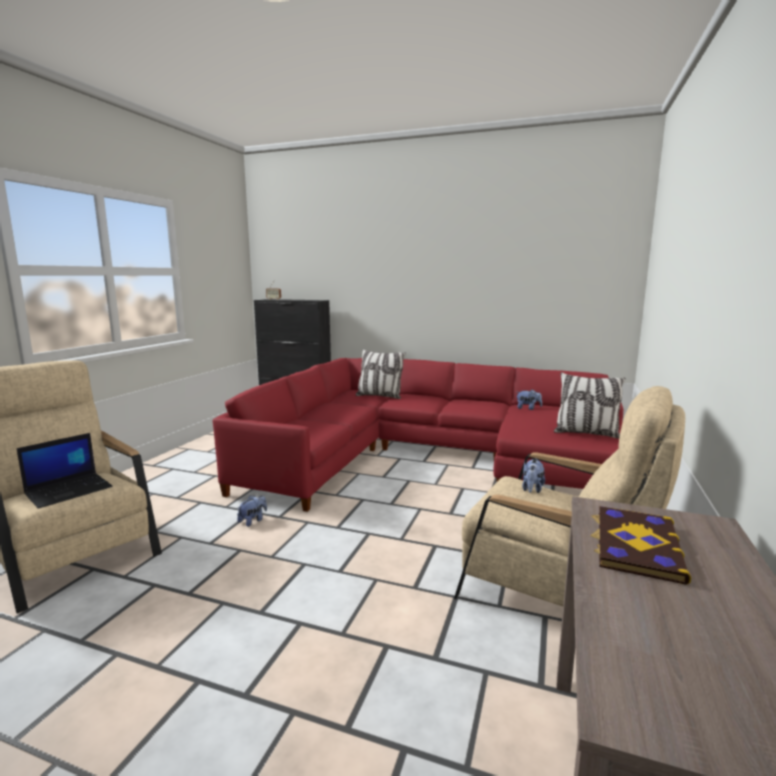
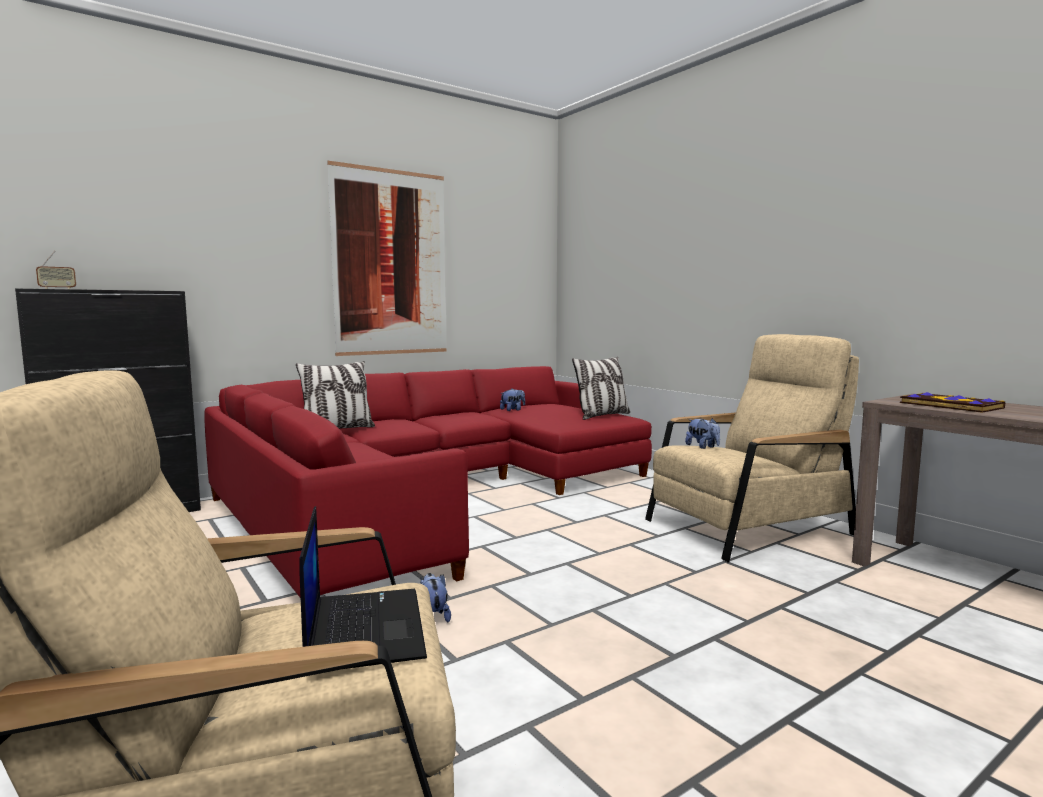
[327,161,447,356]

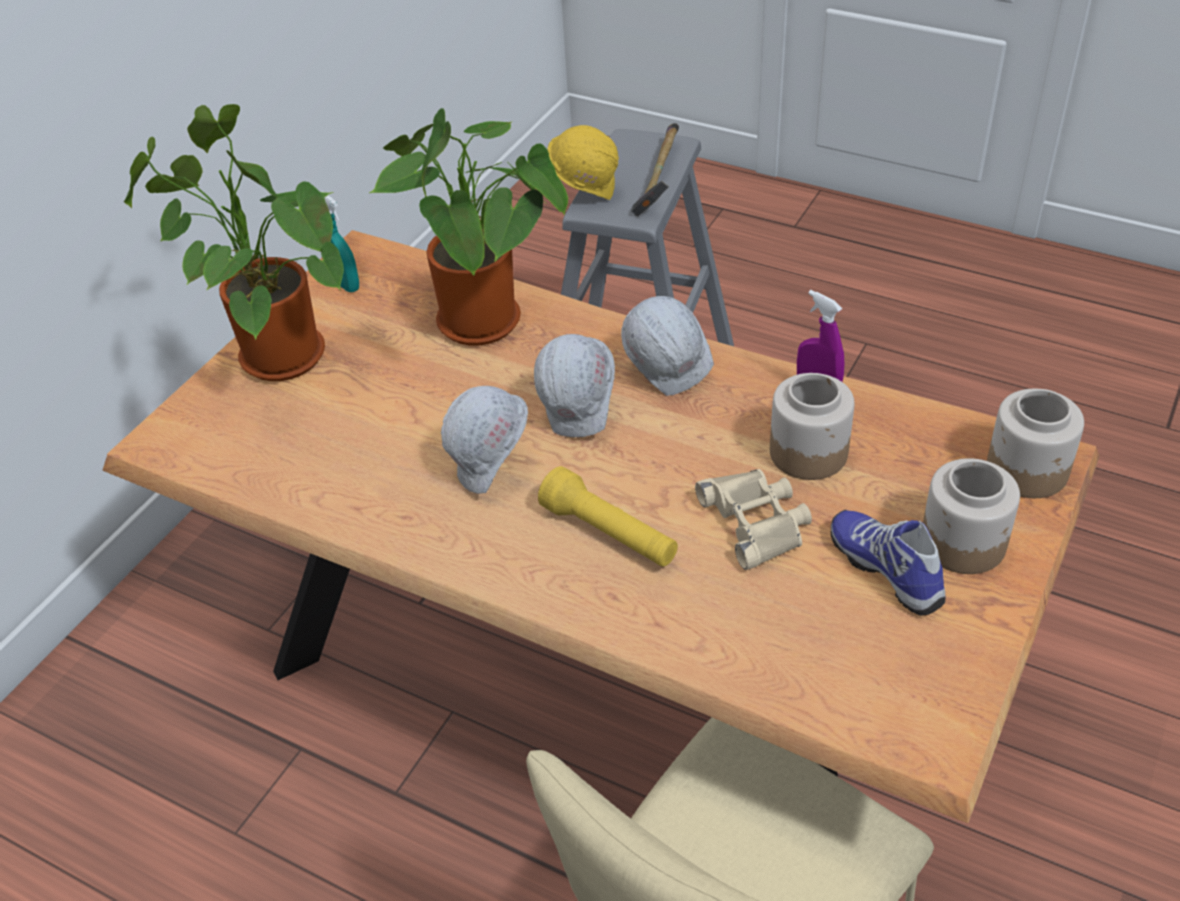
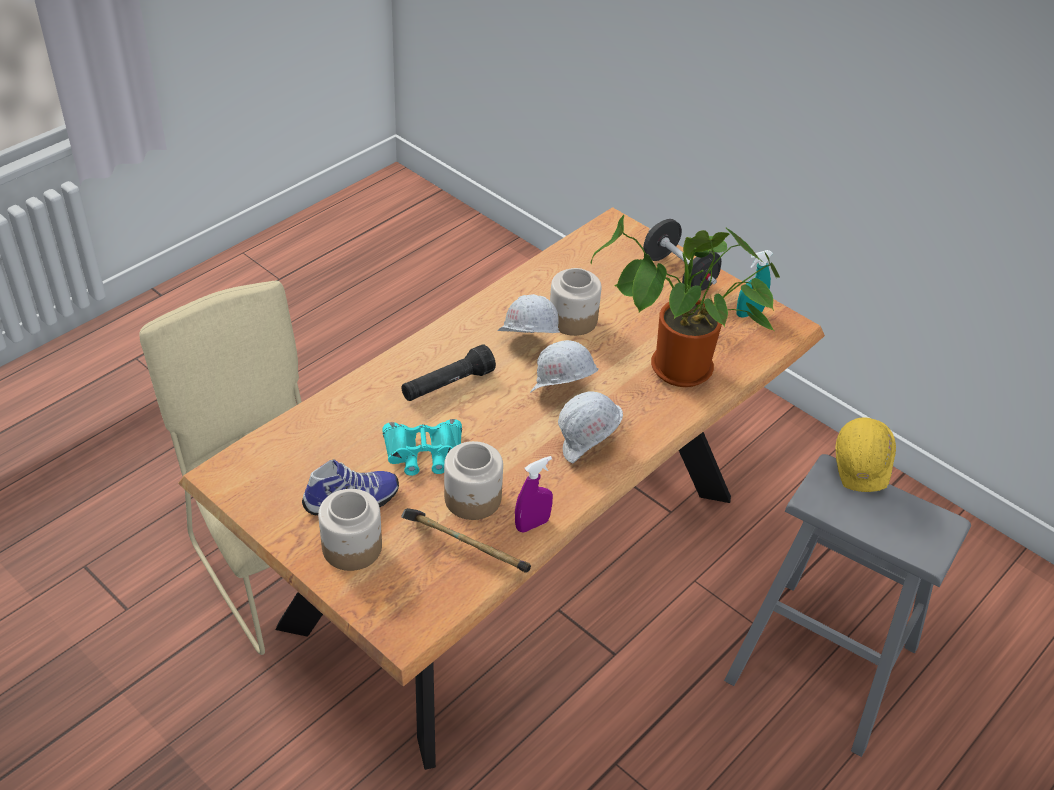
[643,219,722,291]
[401,508,531,573]
[550,268,601,336]
[402,344,496,401]
[382,419,462,476]

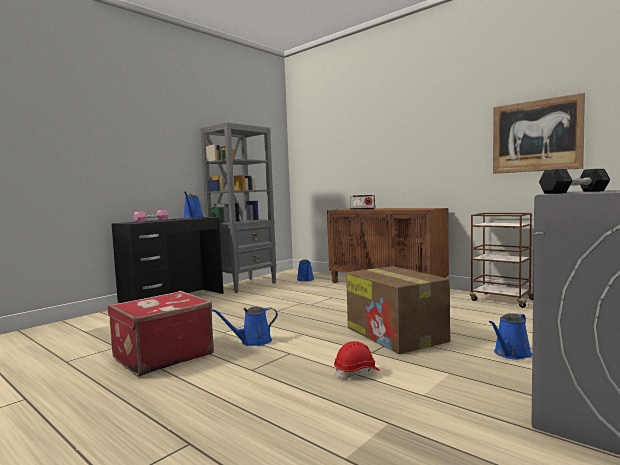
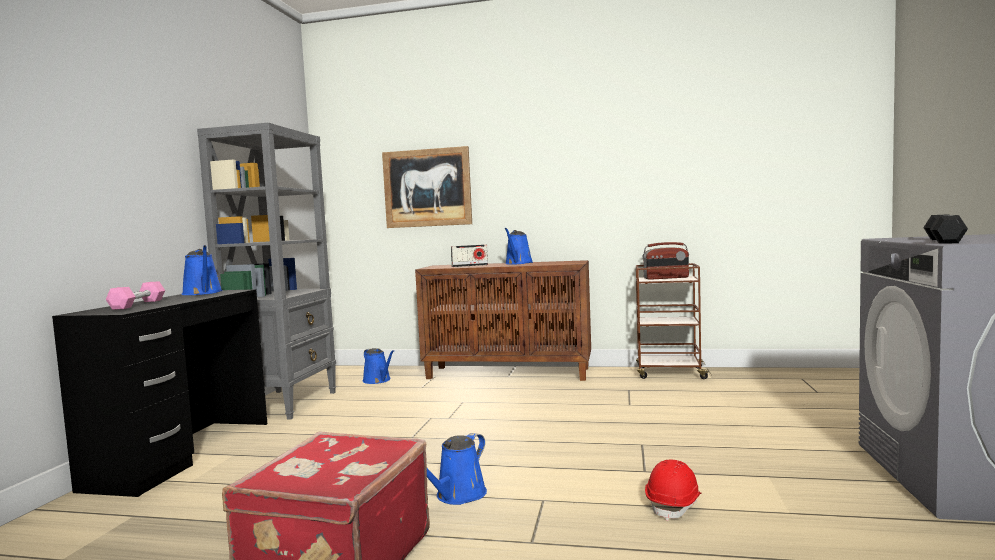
[382,146,472,228]
[346,266,450,354] (first image)
[505,228,533,264]
[642,242,689,280]

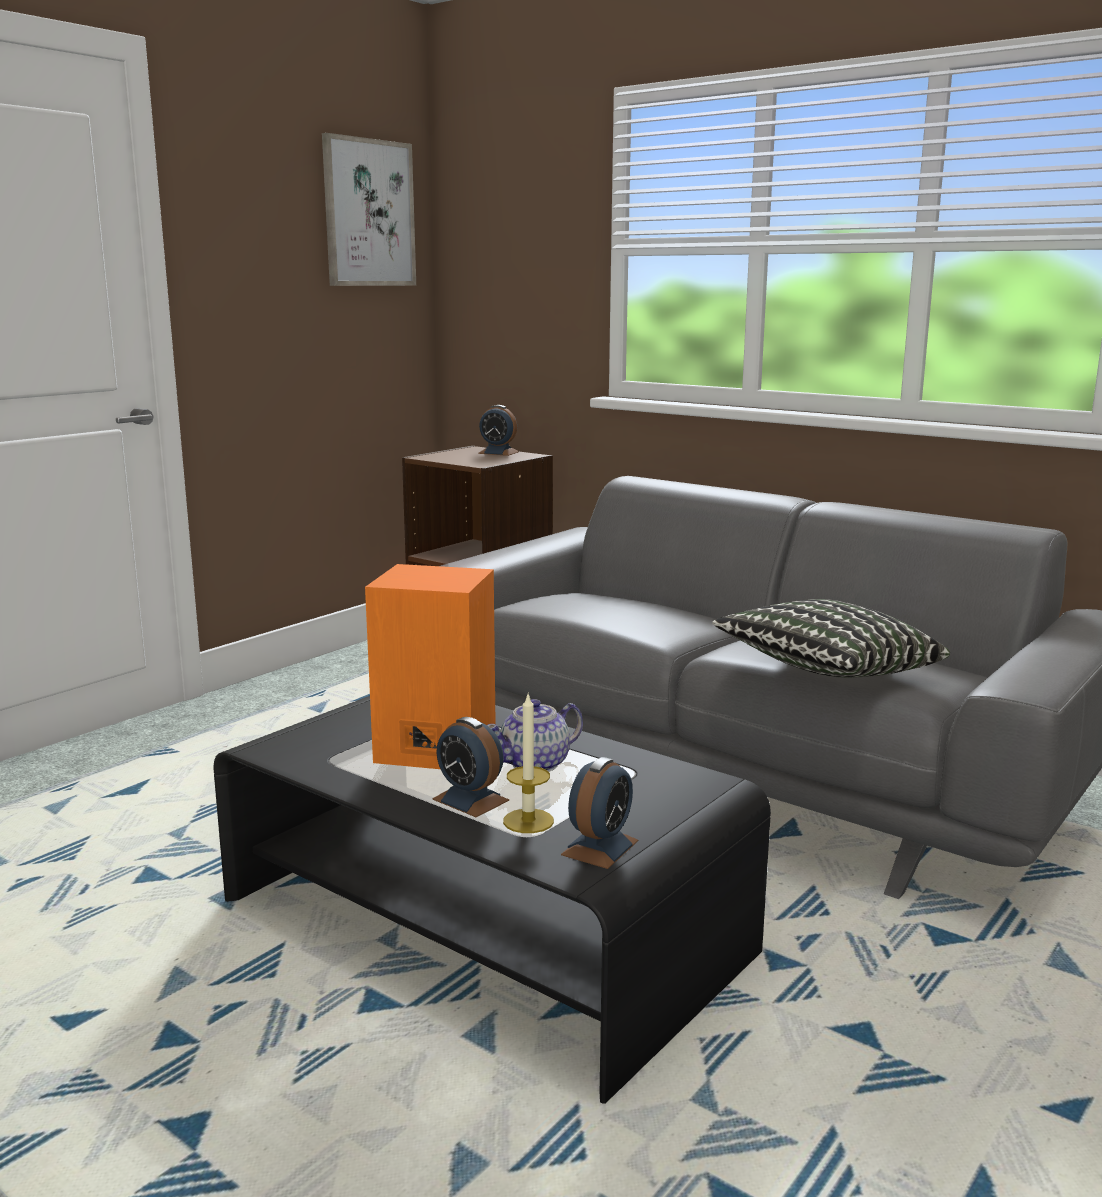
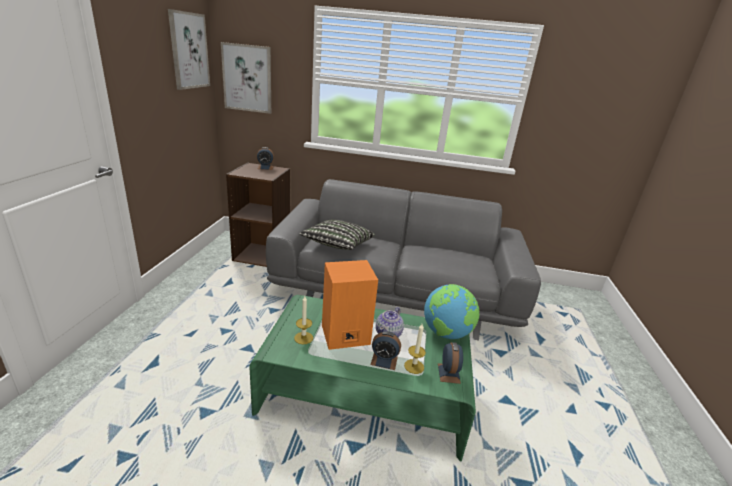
[299,219,375,250]
[250,295,476,461]
[221,42,271,114]
[424,284,479,339]
[294,296,313,344]

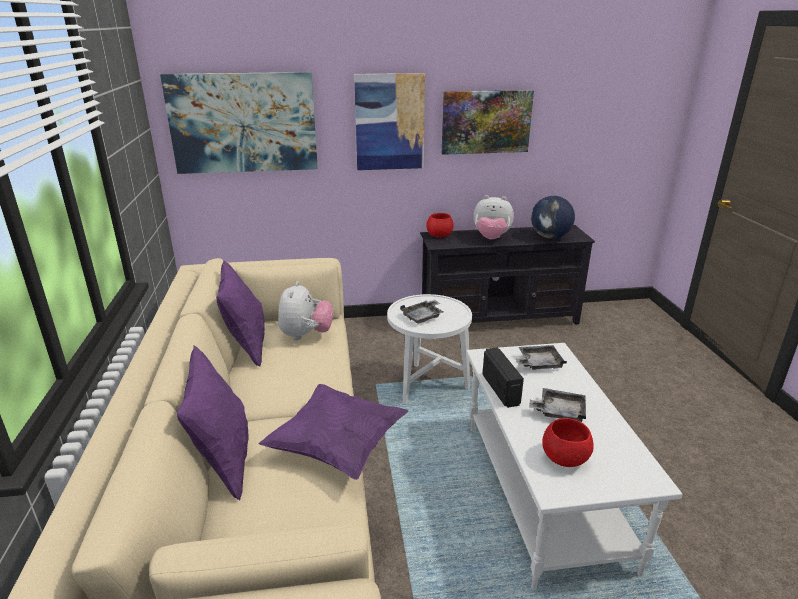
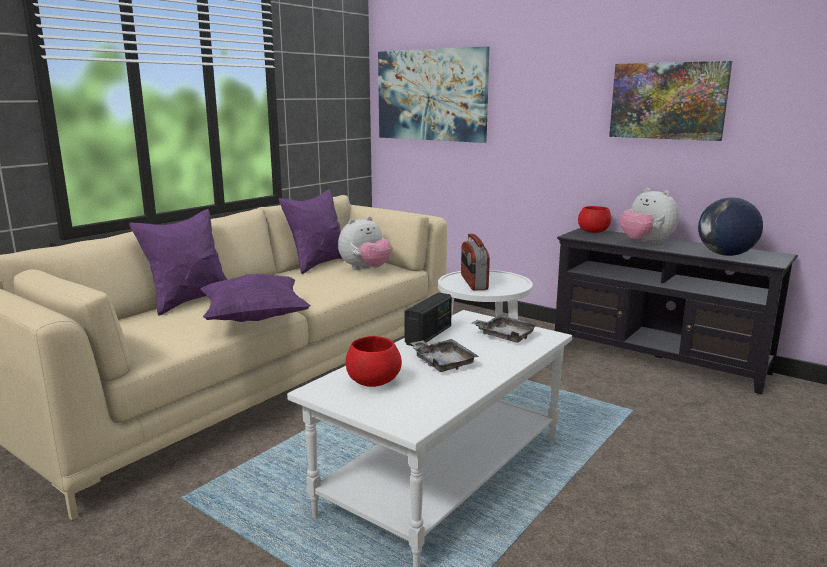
[354,73,425,170] (first image)
[461,234,490,290]

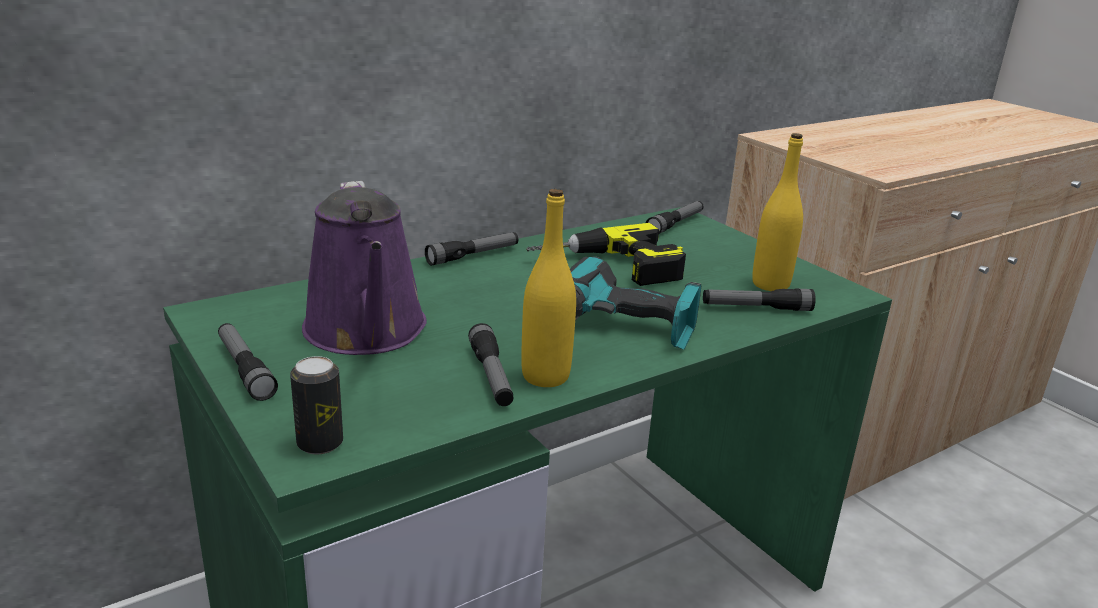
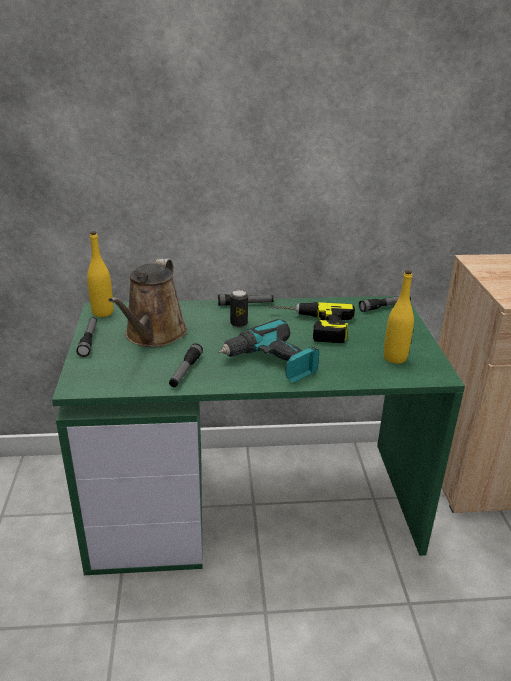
[109,258,187,347]
[87,231,113,317]
[703,288,816,311] (first image)
[230,290,248,328]

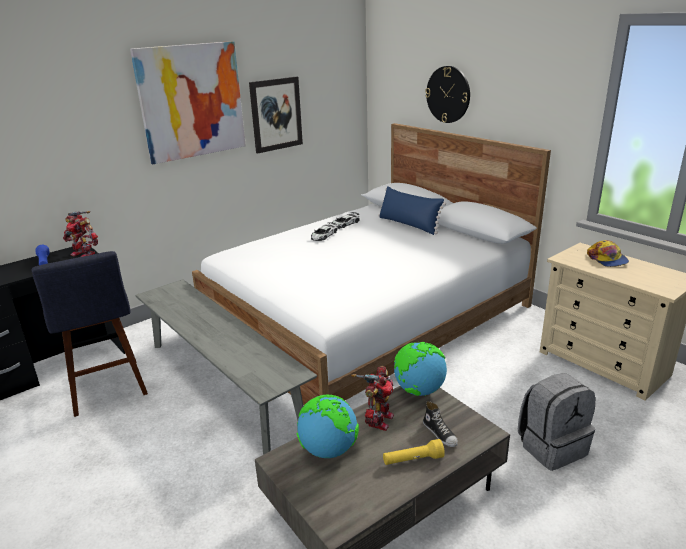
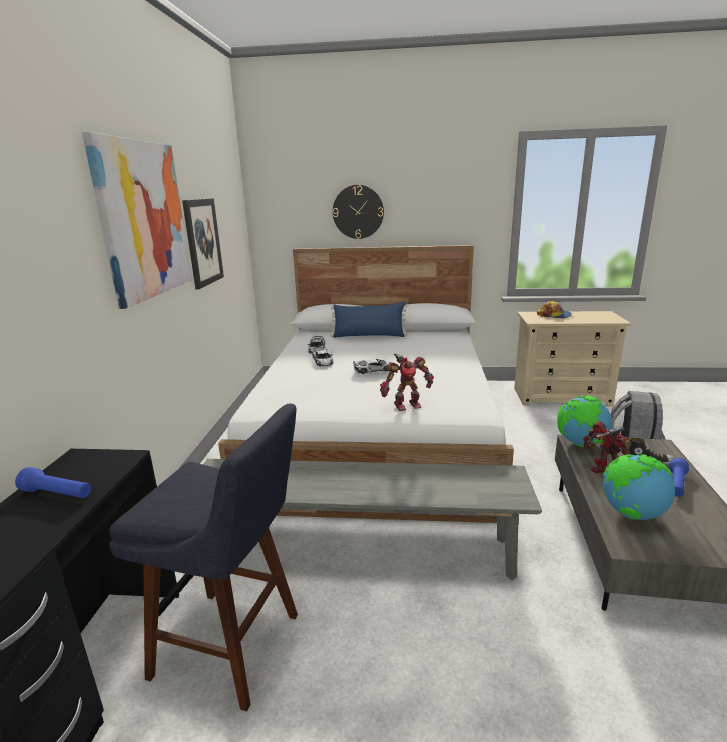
[380,354,434,411]
[669,458,689,497]
[353,359,390,374]

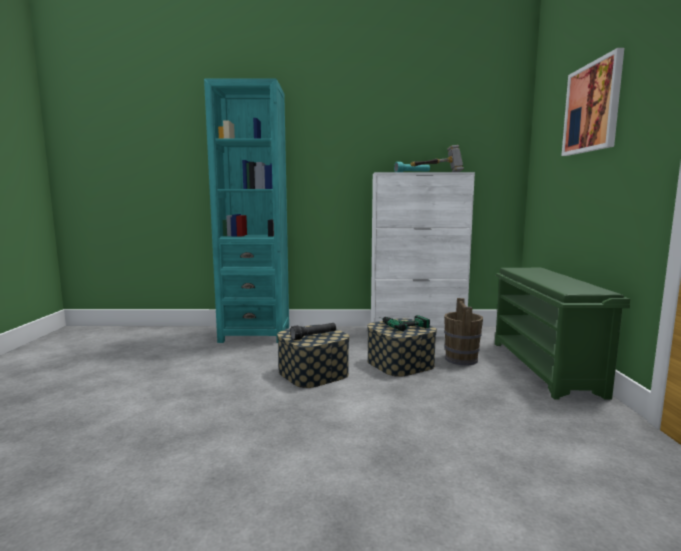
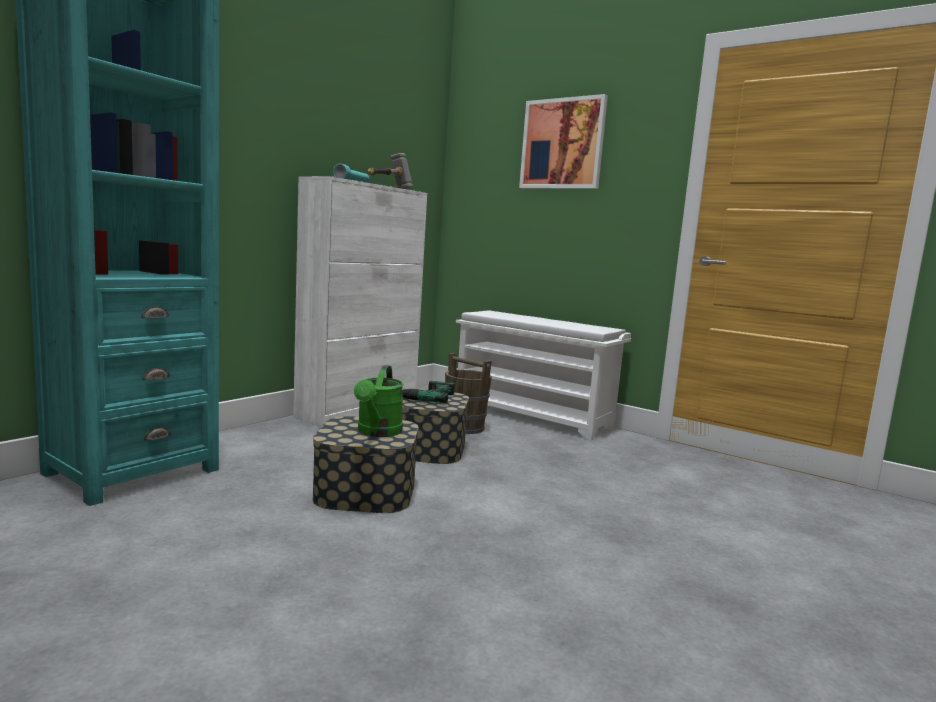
[456,311,631,441]
[354,365,404,437]

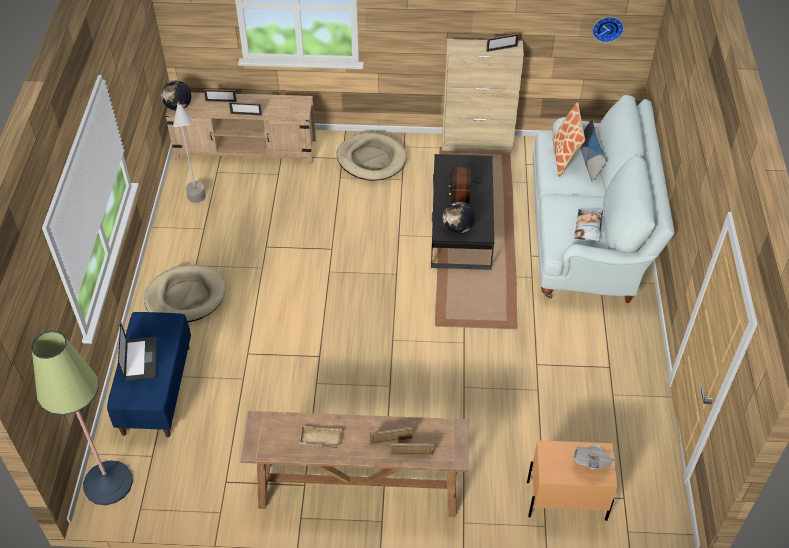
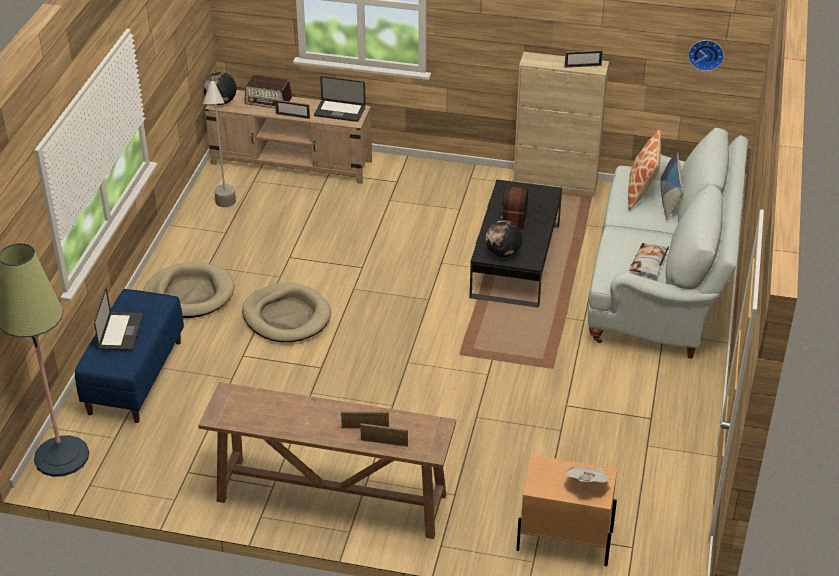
[245,75,292,109]
[242,283,331,342]
[299,426,342,448] (first image)
[314,76,366,122]

